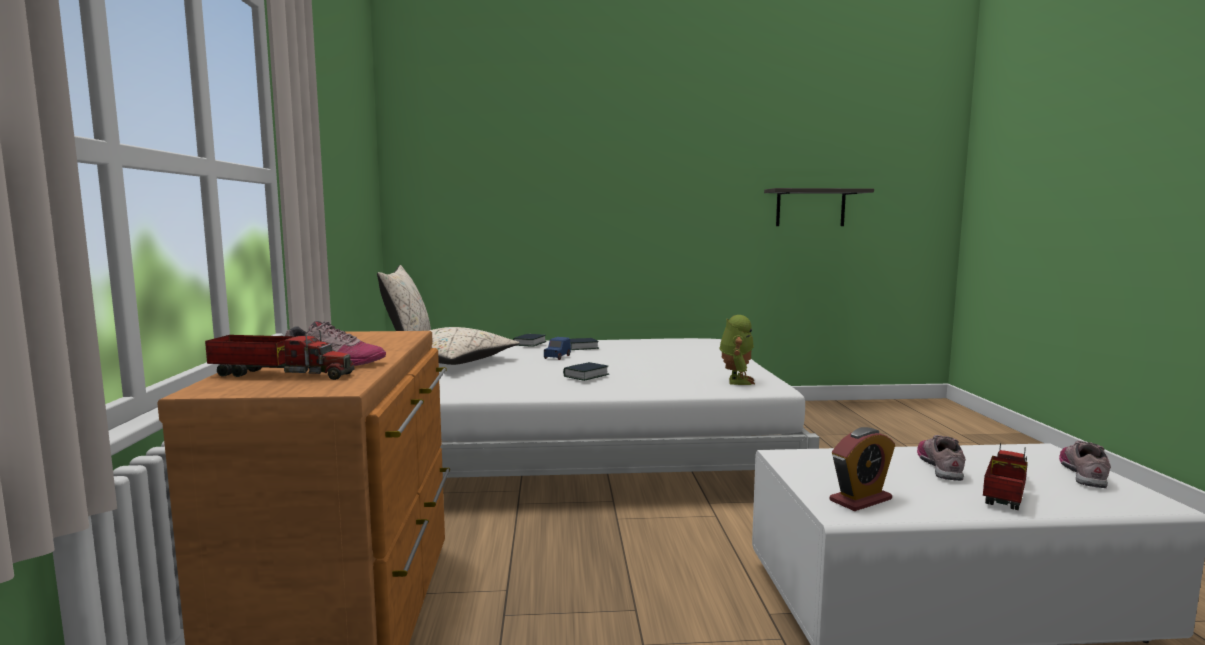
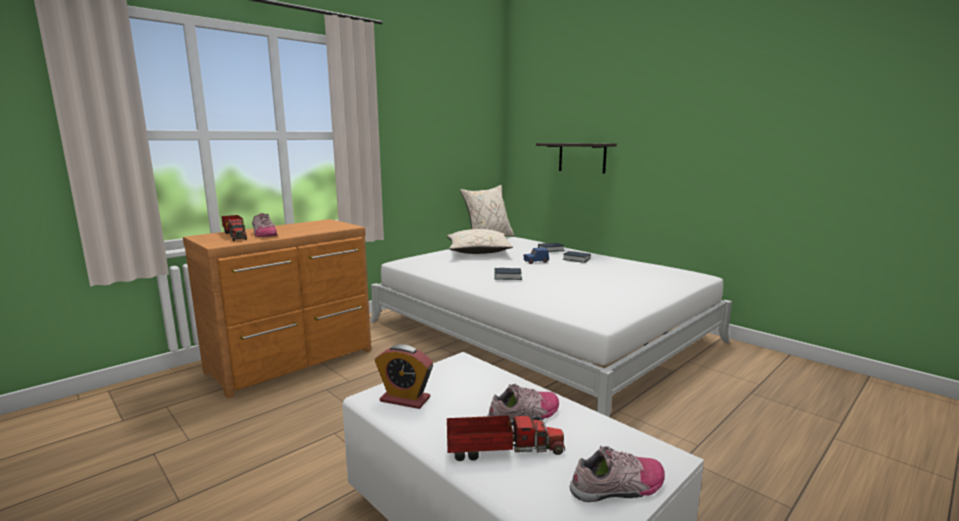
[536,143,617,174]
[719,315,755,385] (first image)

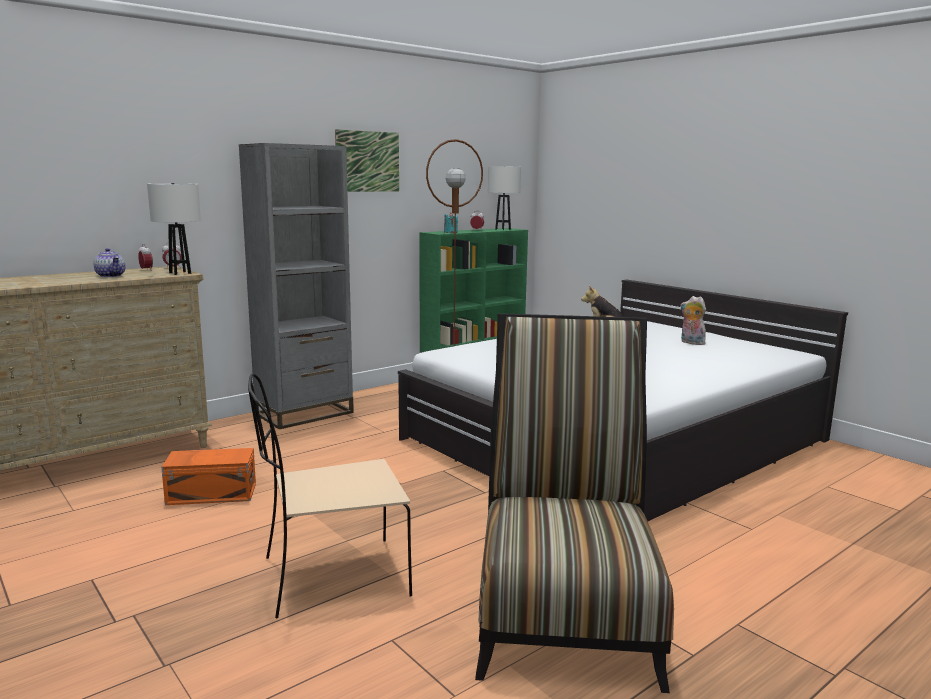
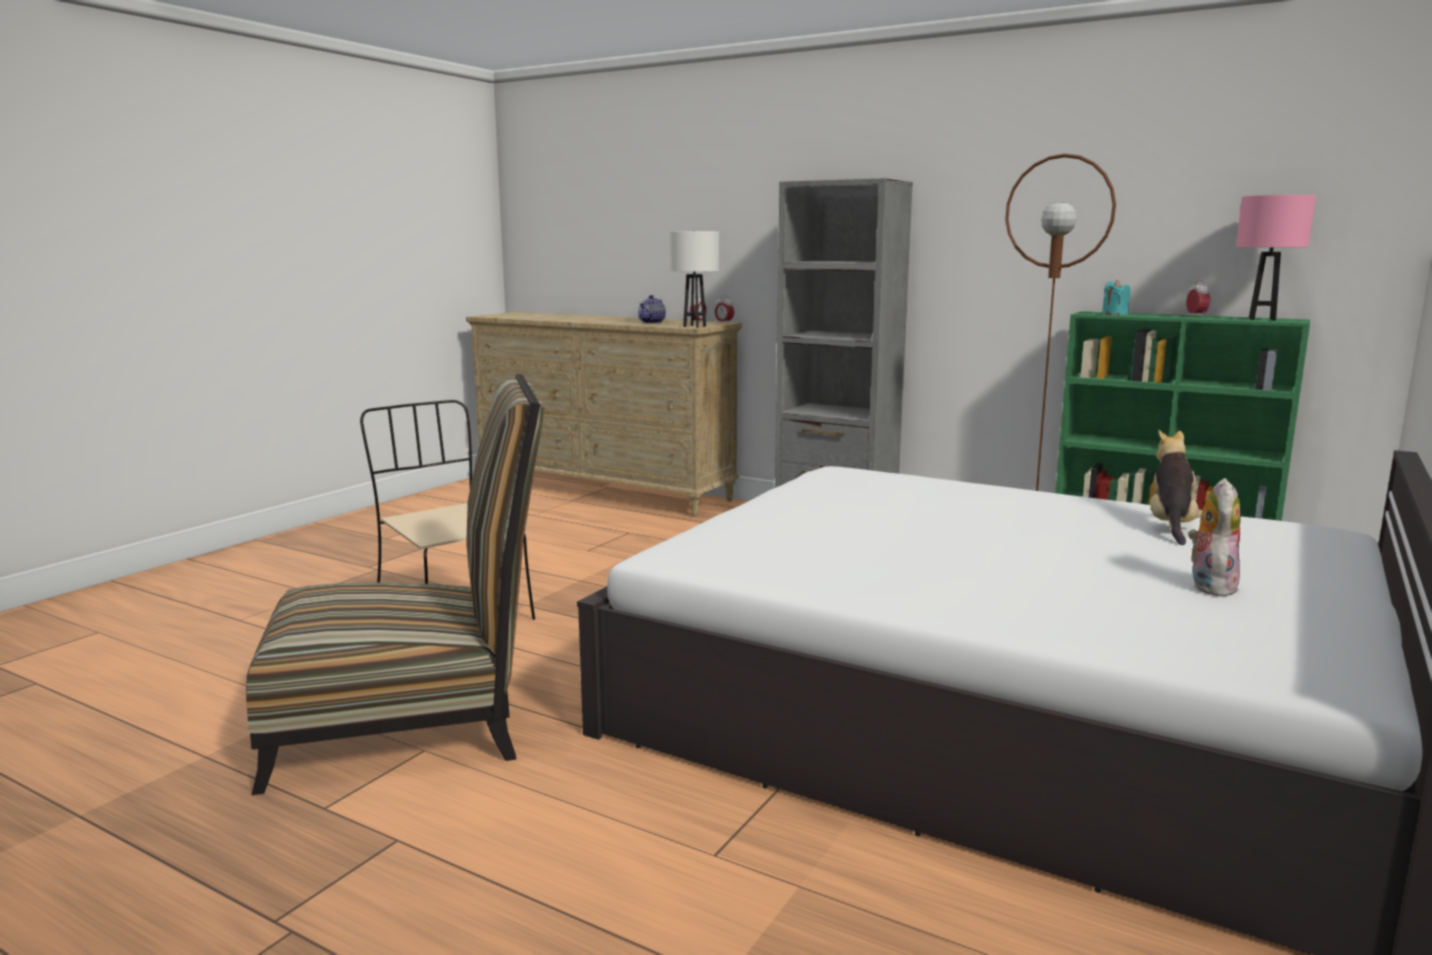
[335,129,399,192] (first image)
[1236,195,1316,321]
[161,448,256,505] (first image)

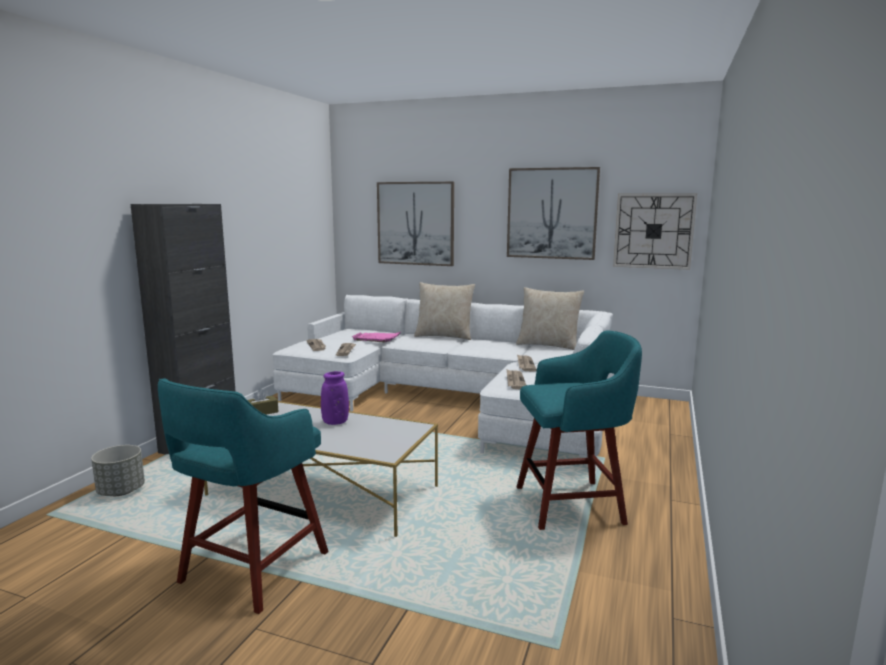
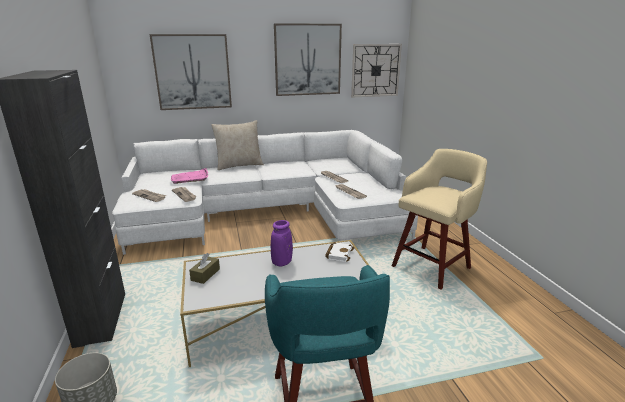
[516,287,584,350] (first image)
[392,149,487,290]
[325,242,354,262]

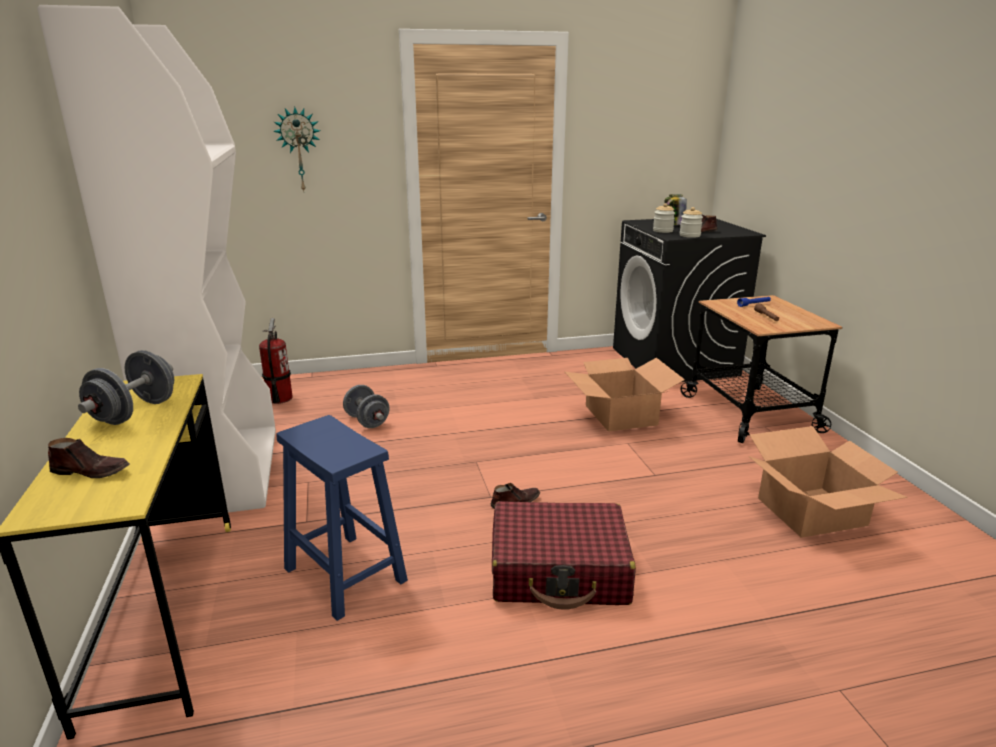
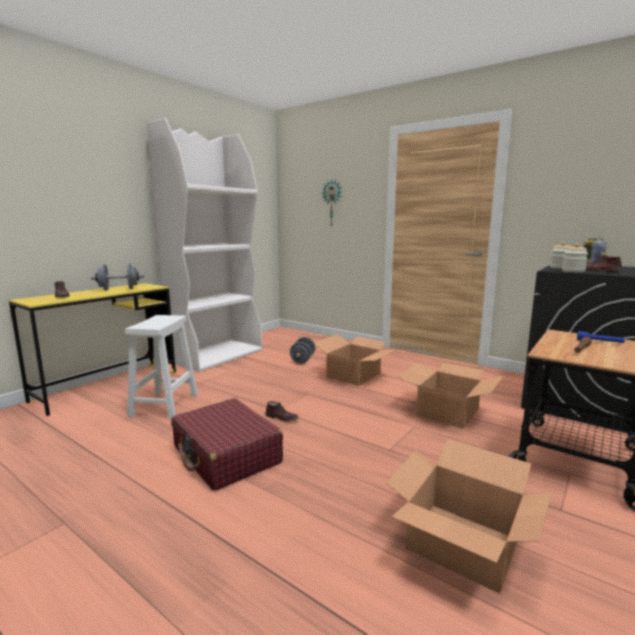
[259,318,293,404] (first image)
[125,315,198,419]
[314,334,397,386]

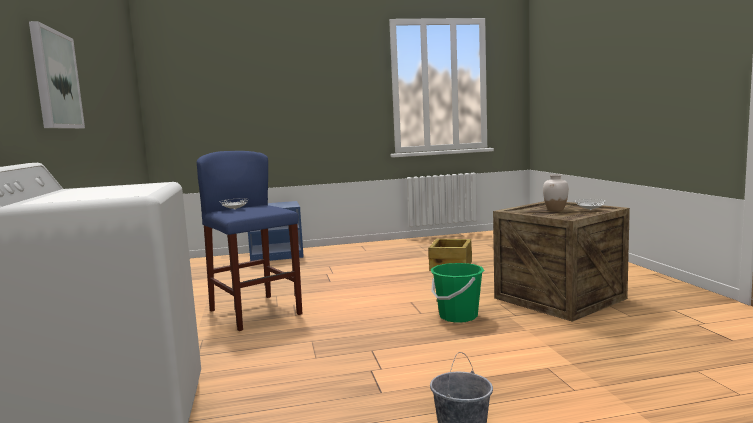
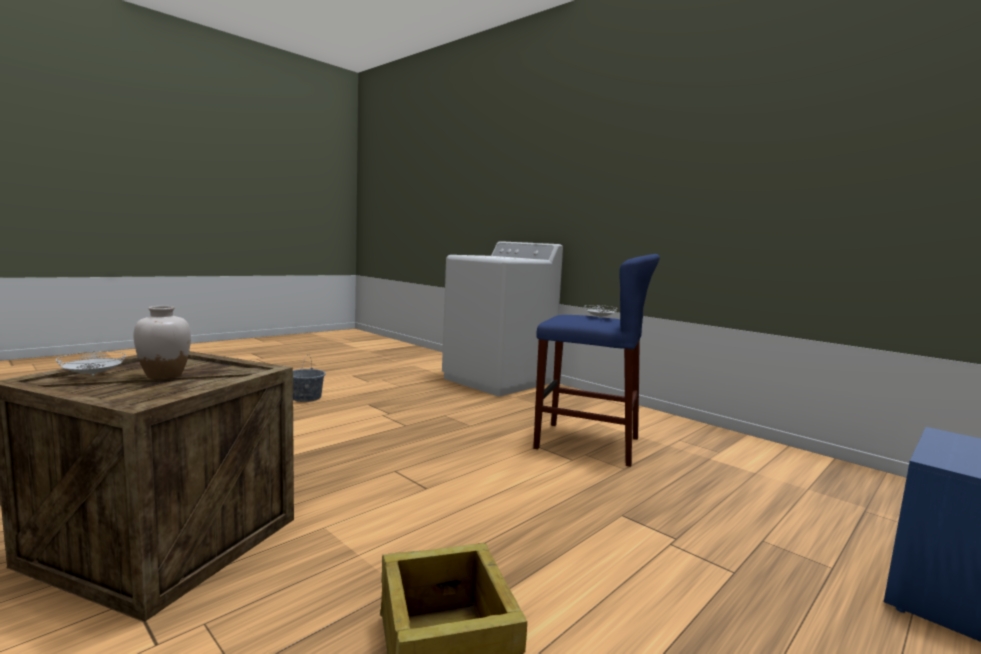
[29,21,85,129] (first image)
[431,263,484,323] (first image)

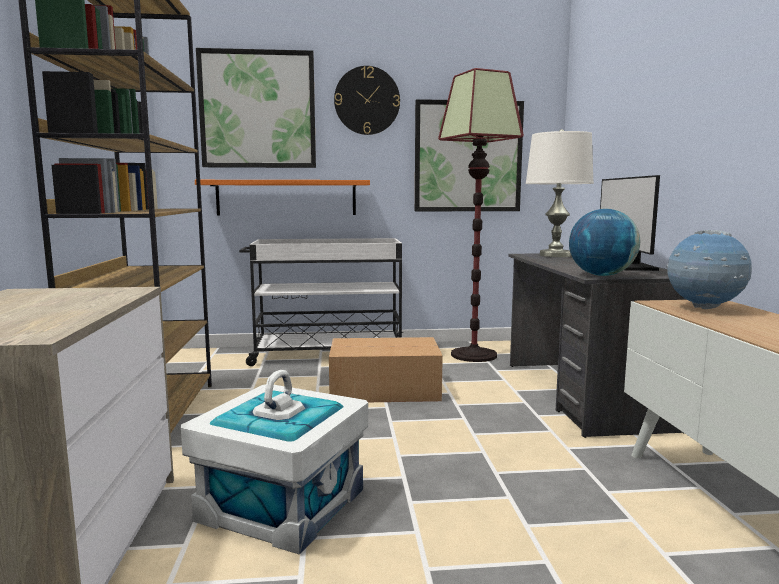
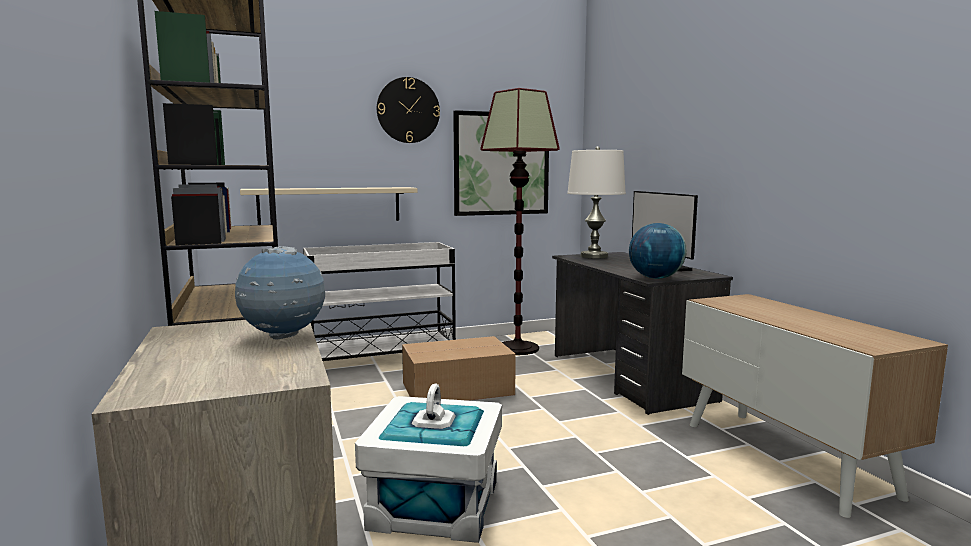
[196,48,316,168] (first image)
[240,187,418,225]
[235,246,325,340]

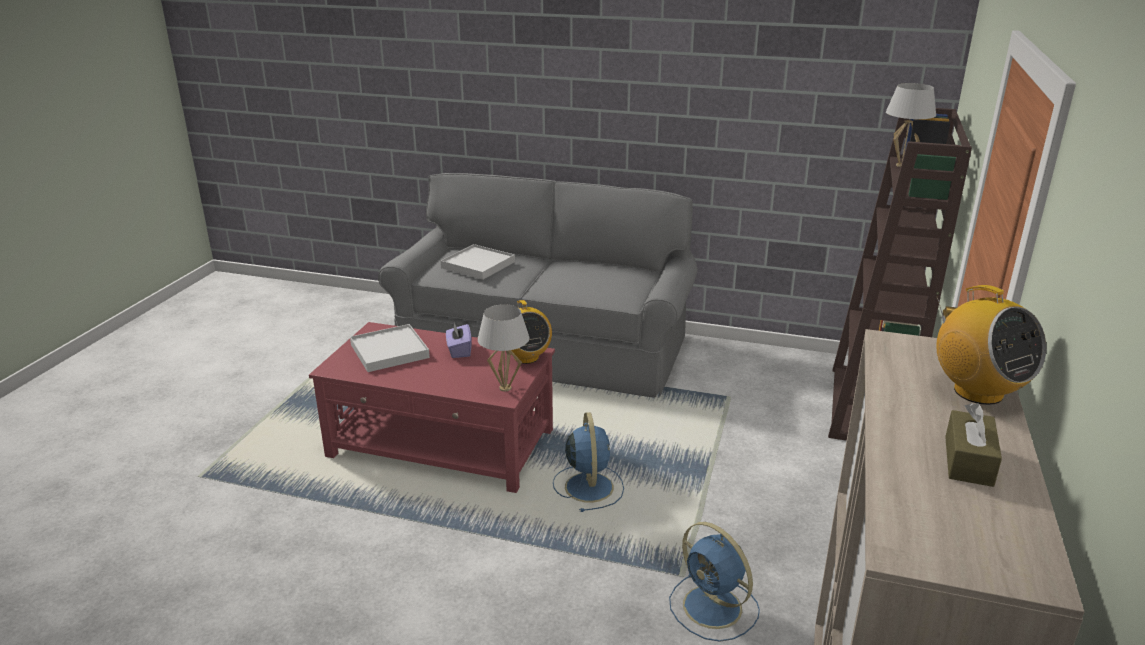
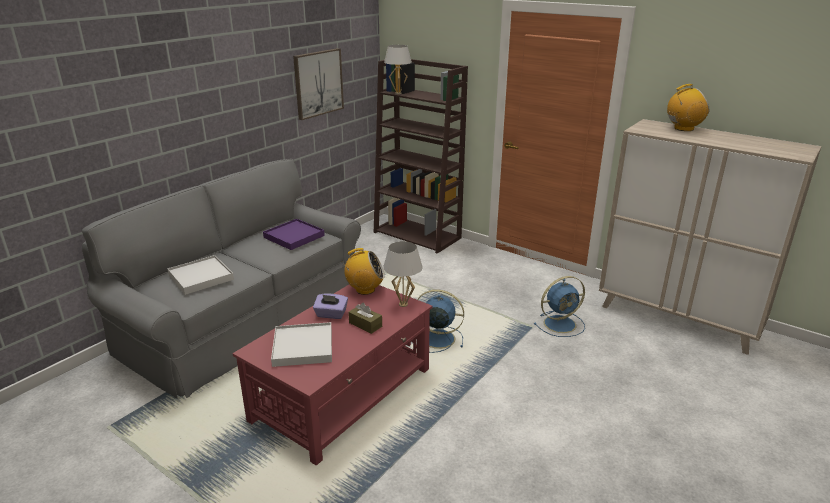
[348,303,382,334]
[293,48,344,120]
[263,219,325,250]

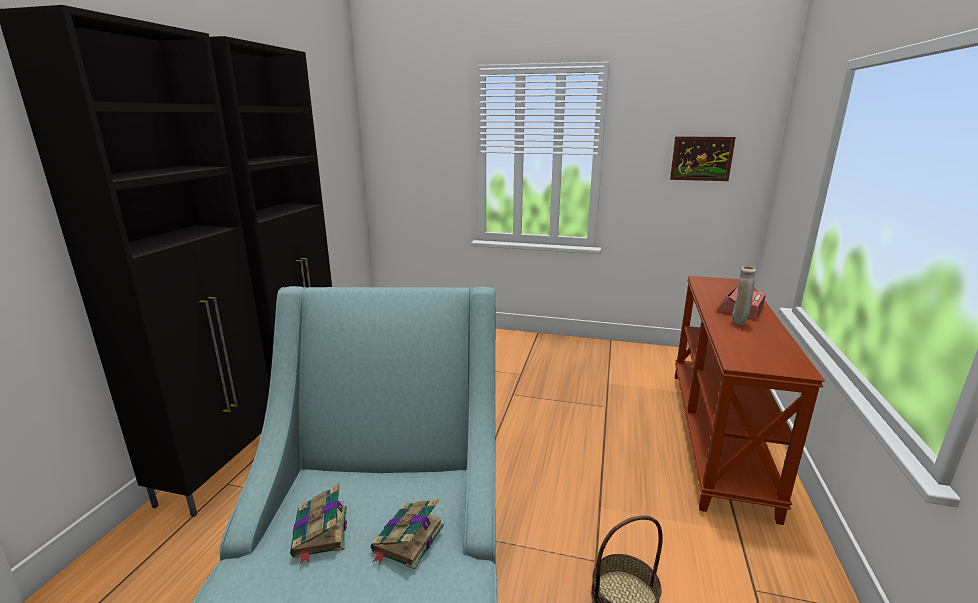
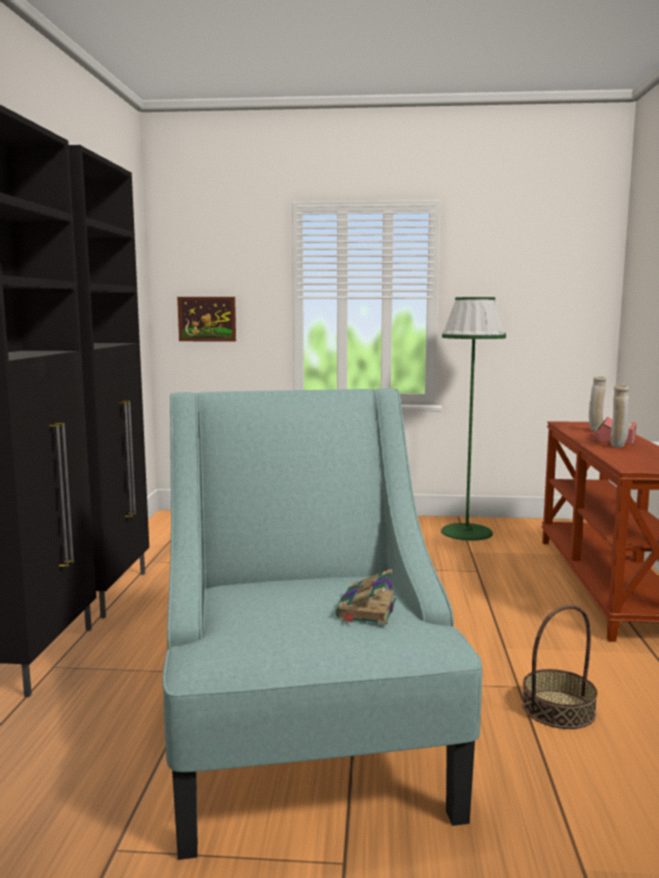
[177,297,236,341]
[290,484,347,564] (first image)
[441,297,506,541]
[589,376,606,431]

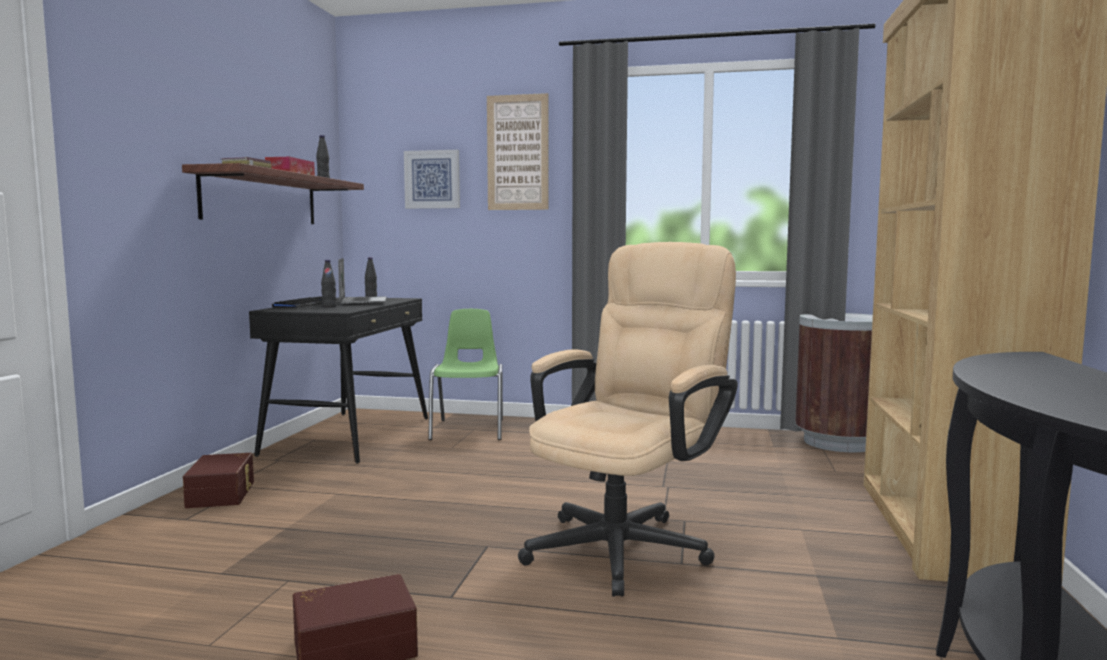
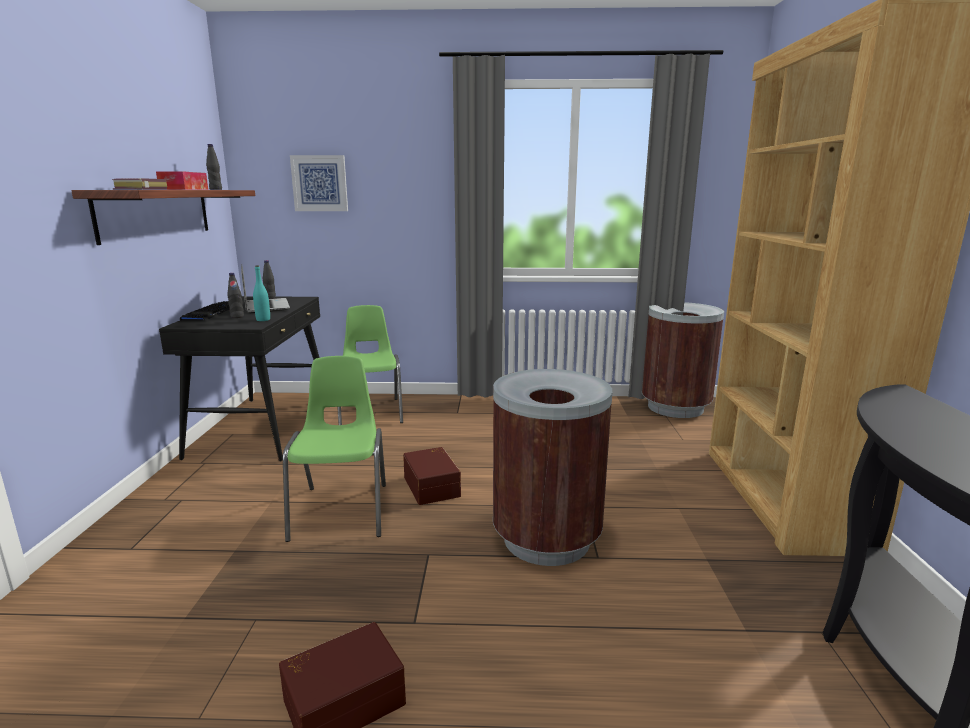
[487,93,549,210] (first image)
[493,369,612,566]
[403,447,461,505]
[253,265,270,321]
[283,356,386,542]

